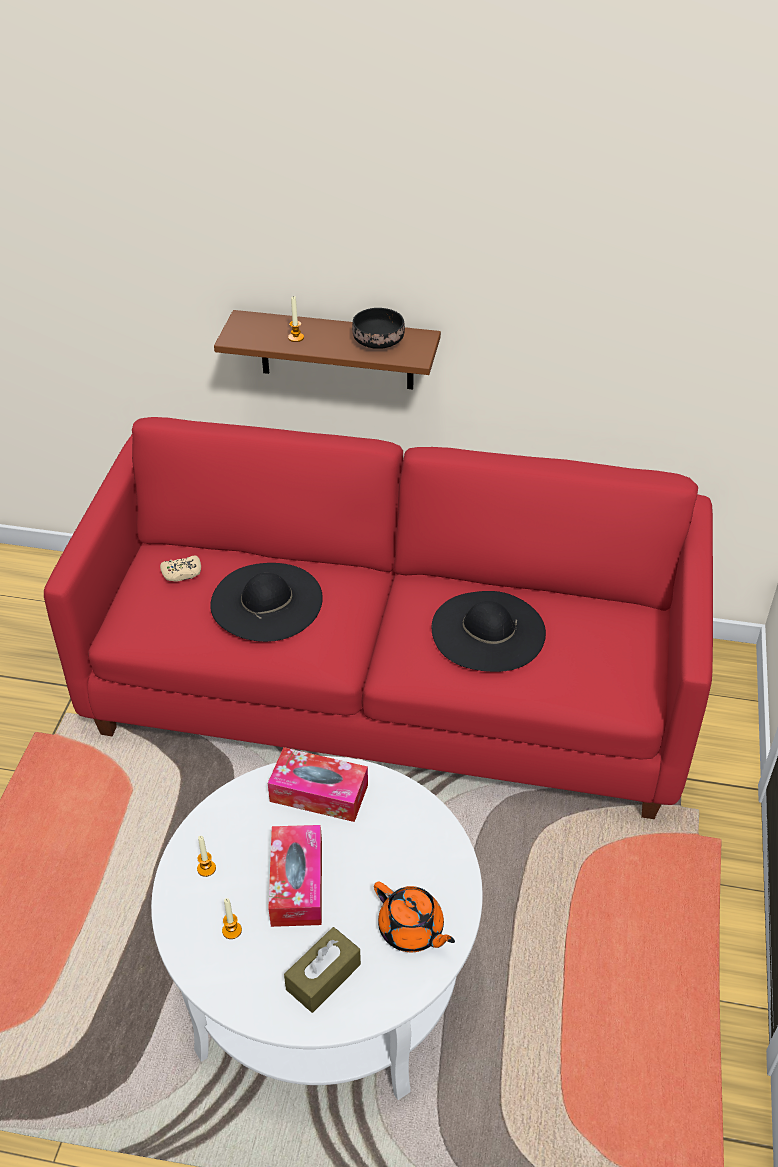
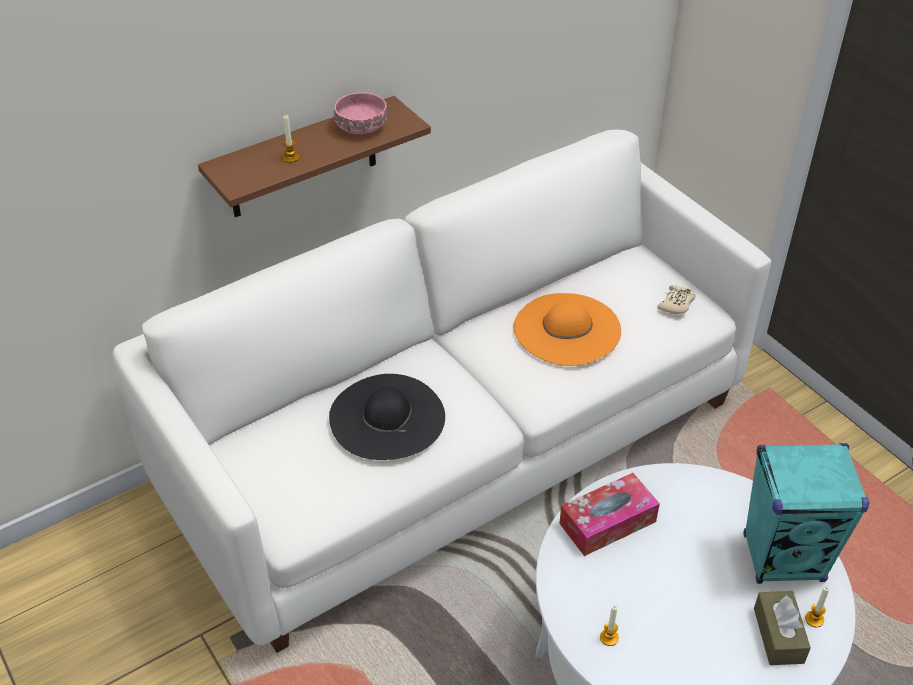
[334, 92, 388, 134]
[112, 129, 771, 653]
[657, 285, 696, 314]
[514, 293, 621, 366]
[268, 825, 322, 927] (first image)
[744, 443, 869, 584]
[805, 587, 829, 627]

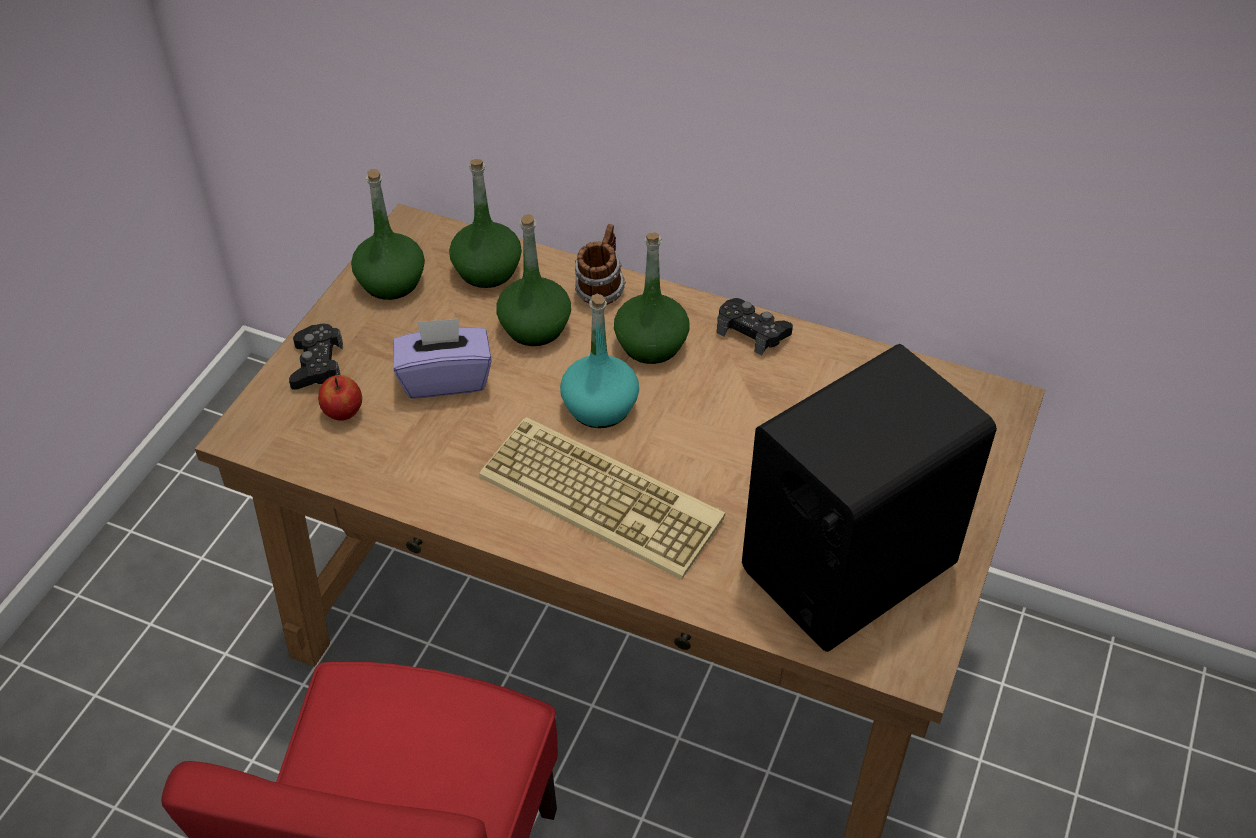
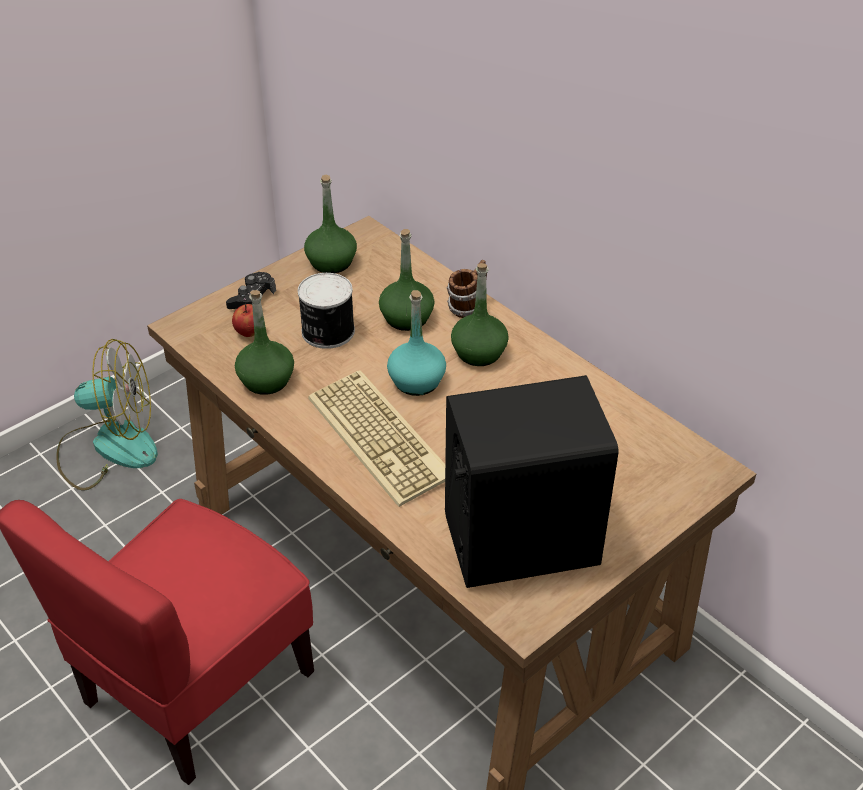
[235, 290, 294, 395]
[717, 298, 793, 356] (first image)
[298, 273, 355, 349]
[56, 339, 158, 490]

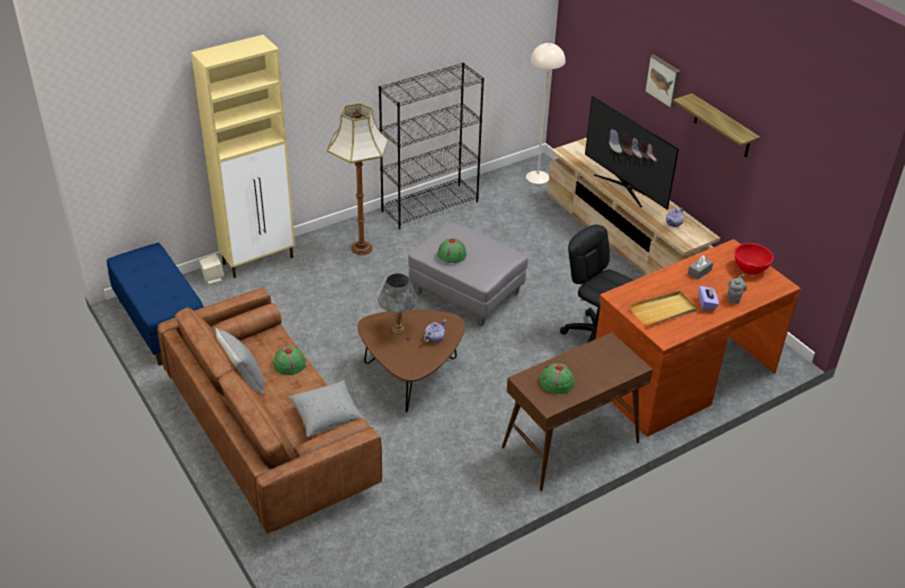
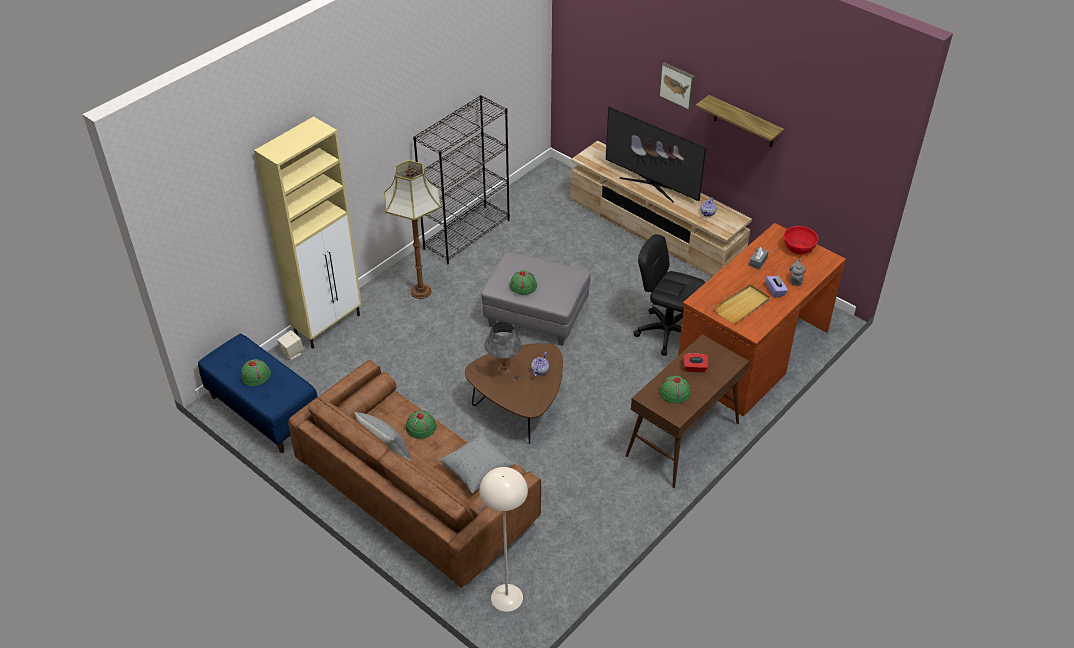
[479, 467, 528, 612]
[684, 353, 708, 372]
[241, 359, 271, 386]

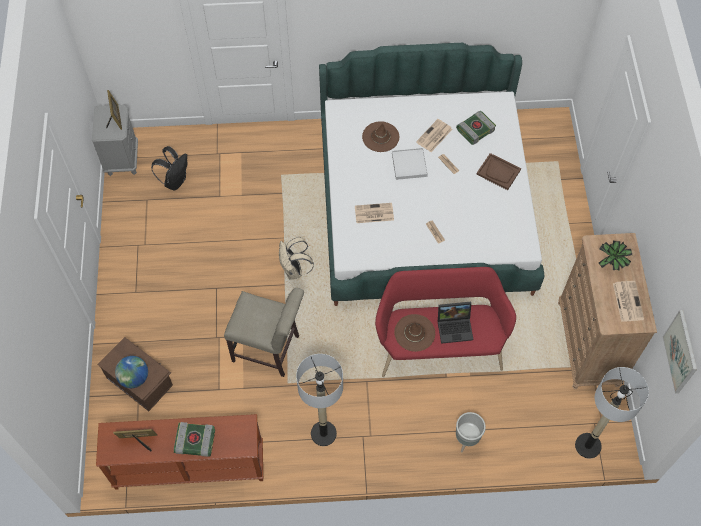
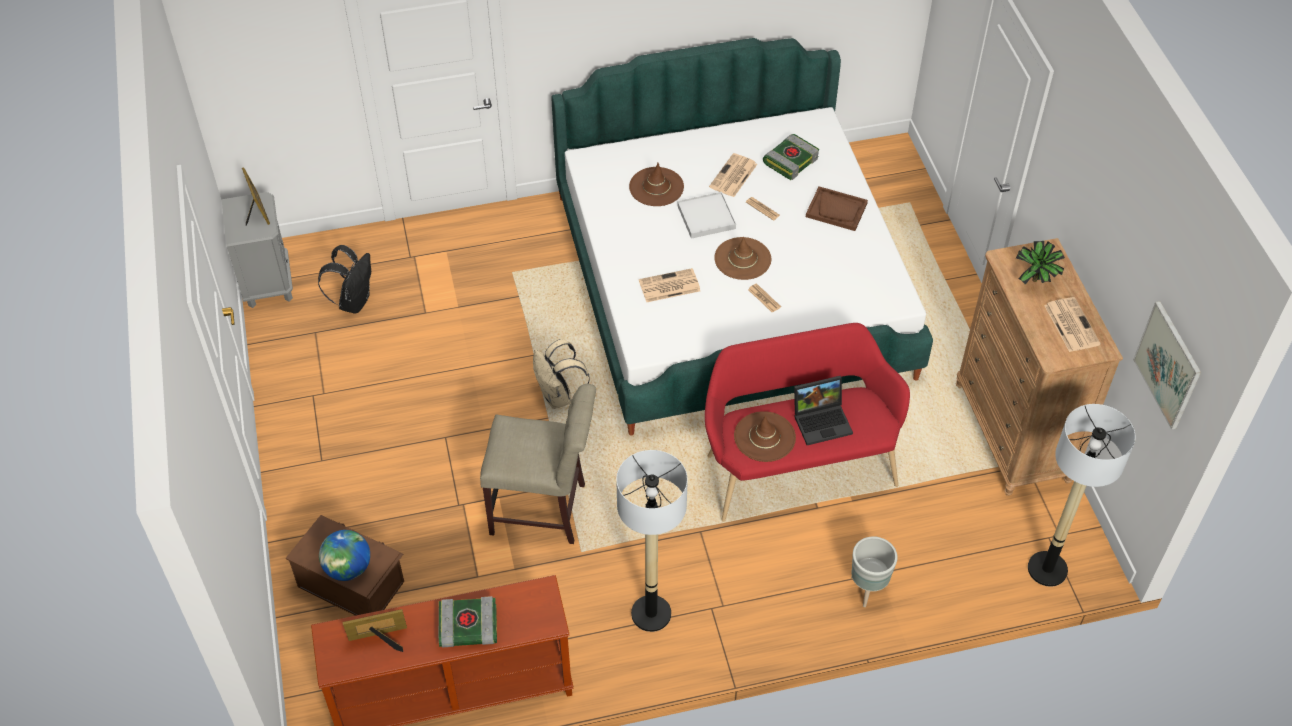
[714, 237, 771, 280]

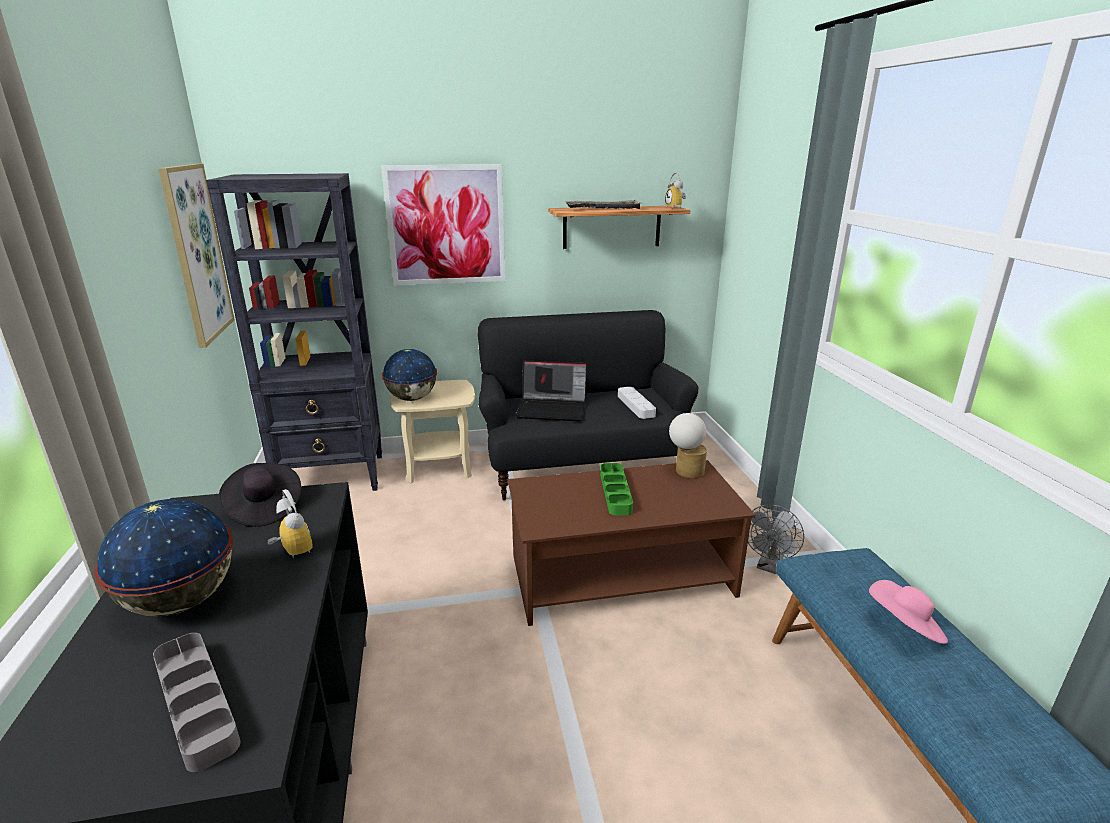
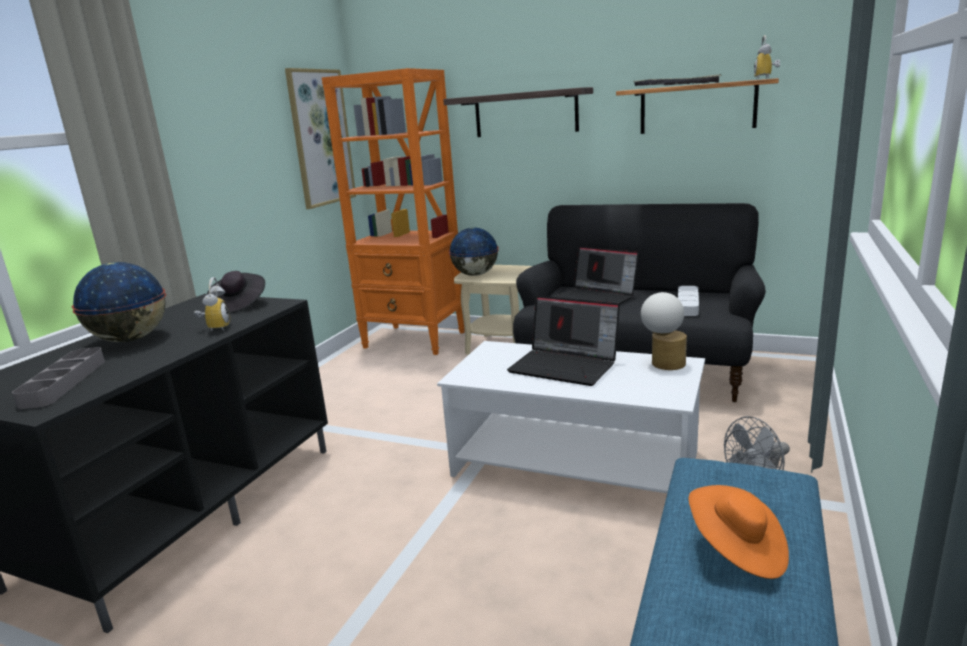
[443, 87, 593, 137]
[322, 68, 465, 355]
[437, 341, 705, 493]
[507, 296, 620, 386]
[689, 485, 789, 579]

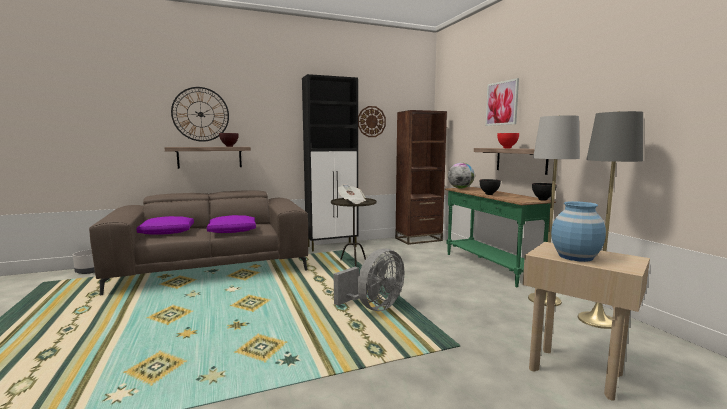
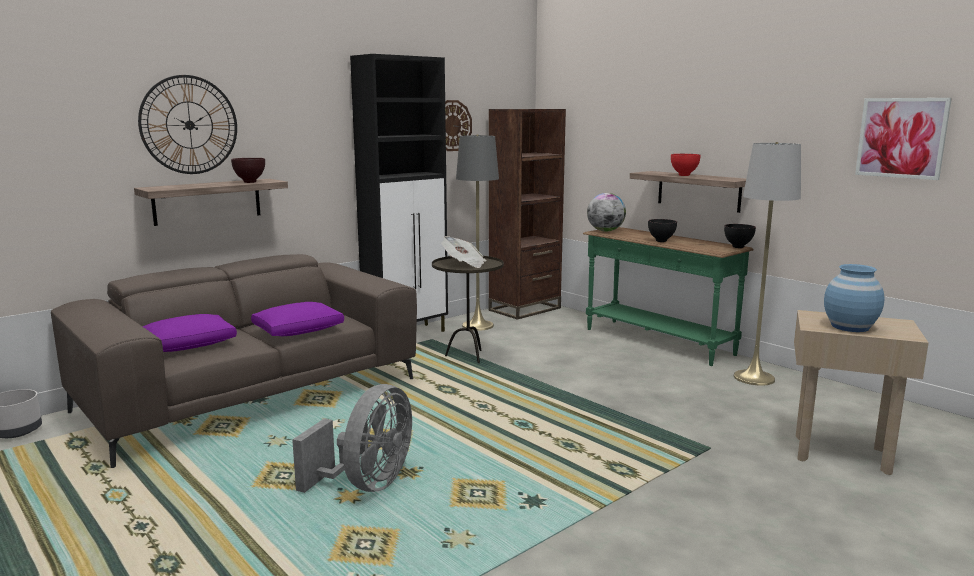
[855, 98, 952, 180]
[456, 134, 499, 331]
[292, 384, 412, 493]

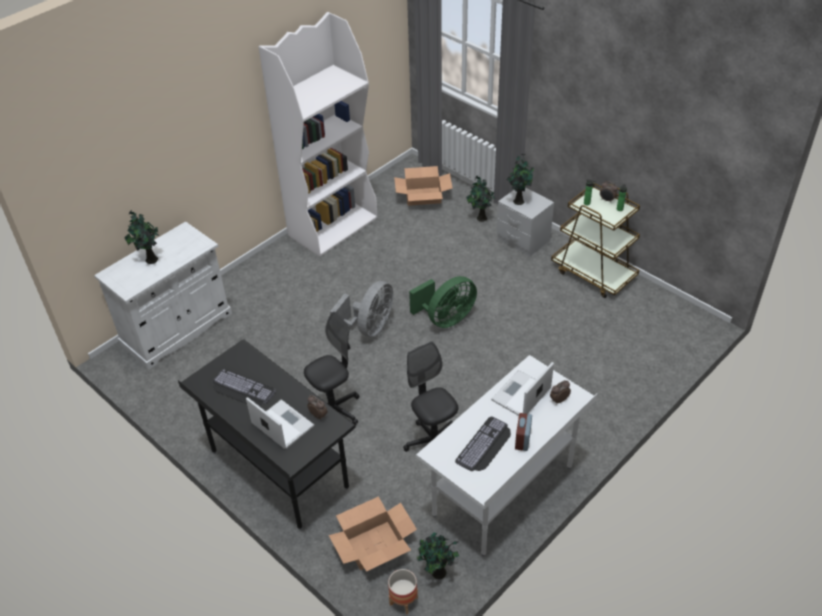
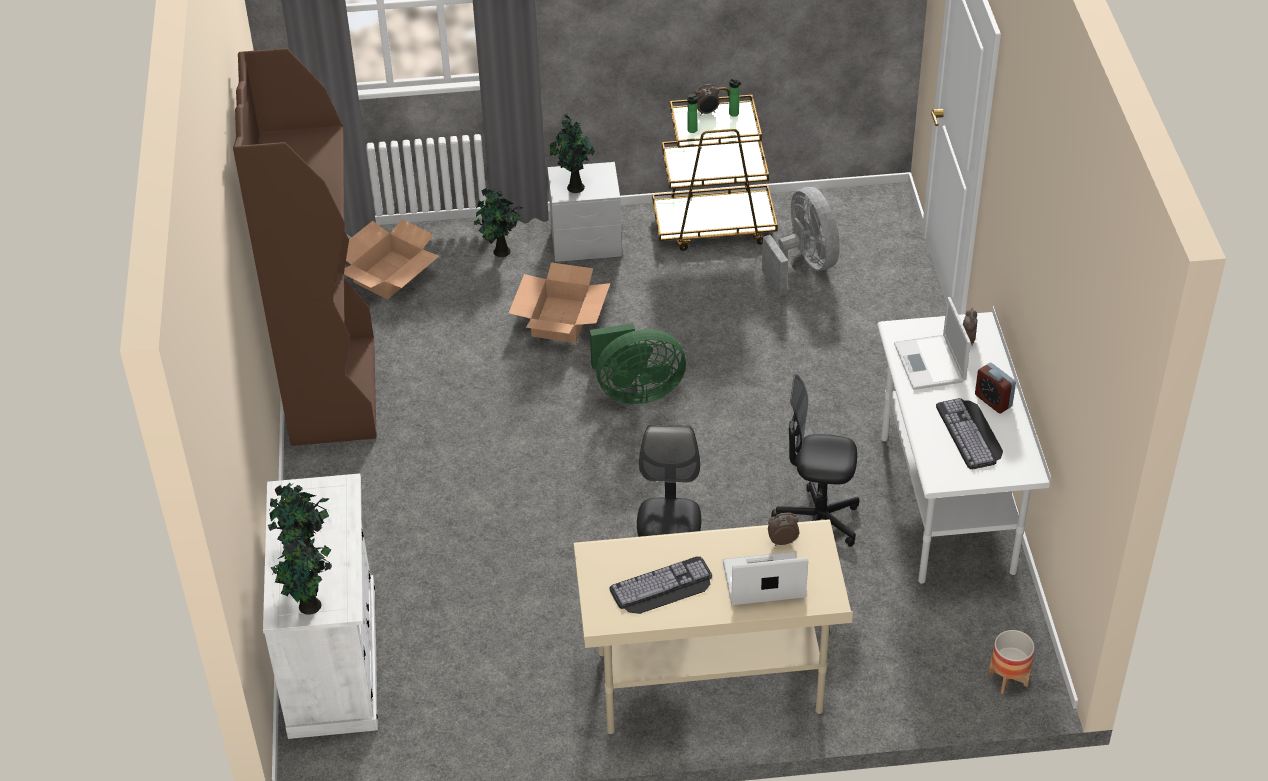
[233, 48, 376, 446]
[590, 323, 686, 404]
[762, 187, 839, 296]
[574, 519, 853, 736]
[508, 263, 611, 343]
[270, 536, 332, 615]

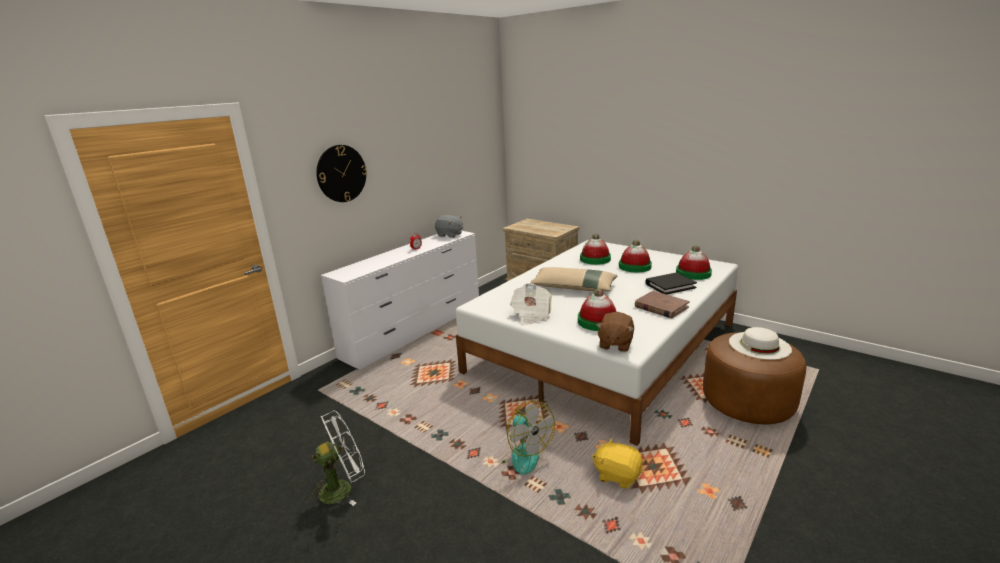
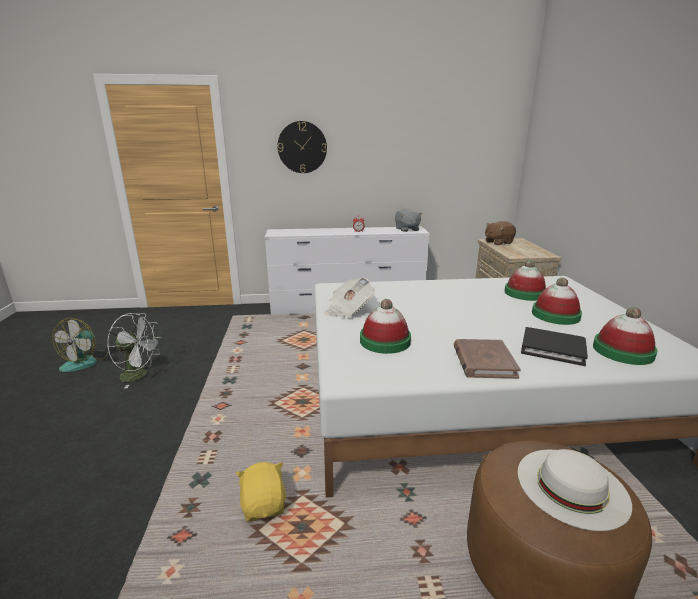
[530, 267, 617, 291] (first image)
[485, 221, 516, 245]
[52, 318, 108, 372]

